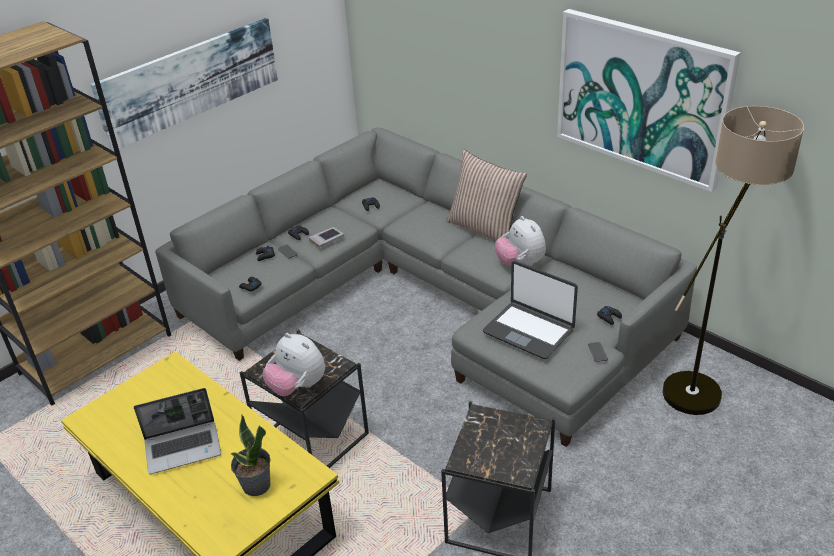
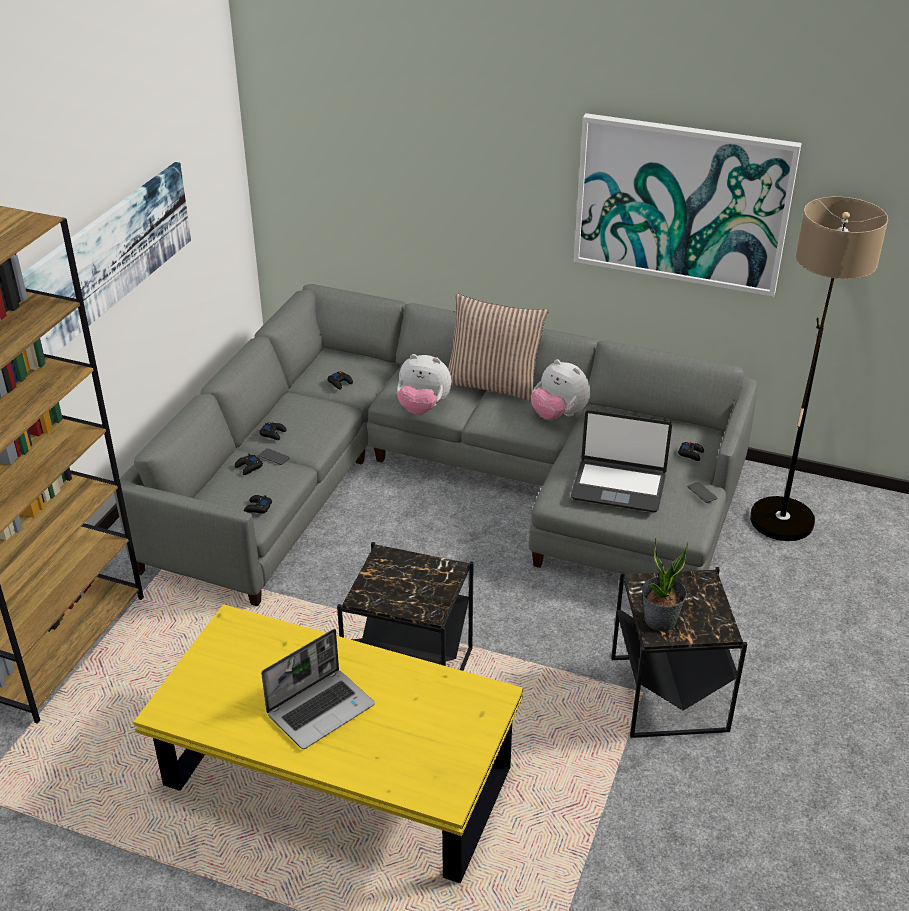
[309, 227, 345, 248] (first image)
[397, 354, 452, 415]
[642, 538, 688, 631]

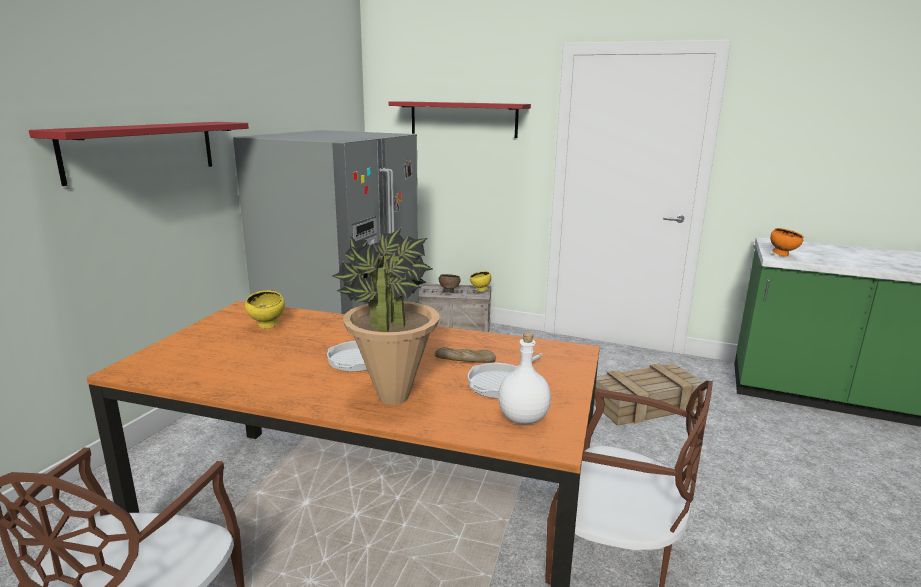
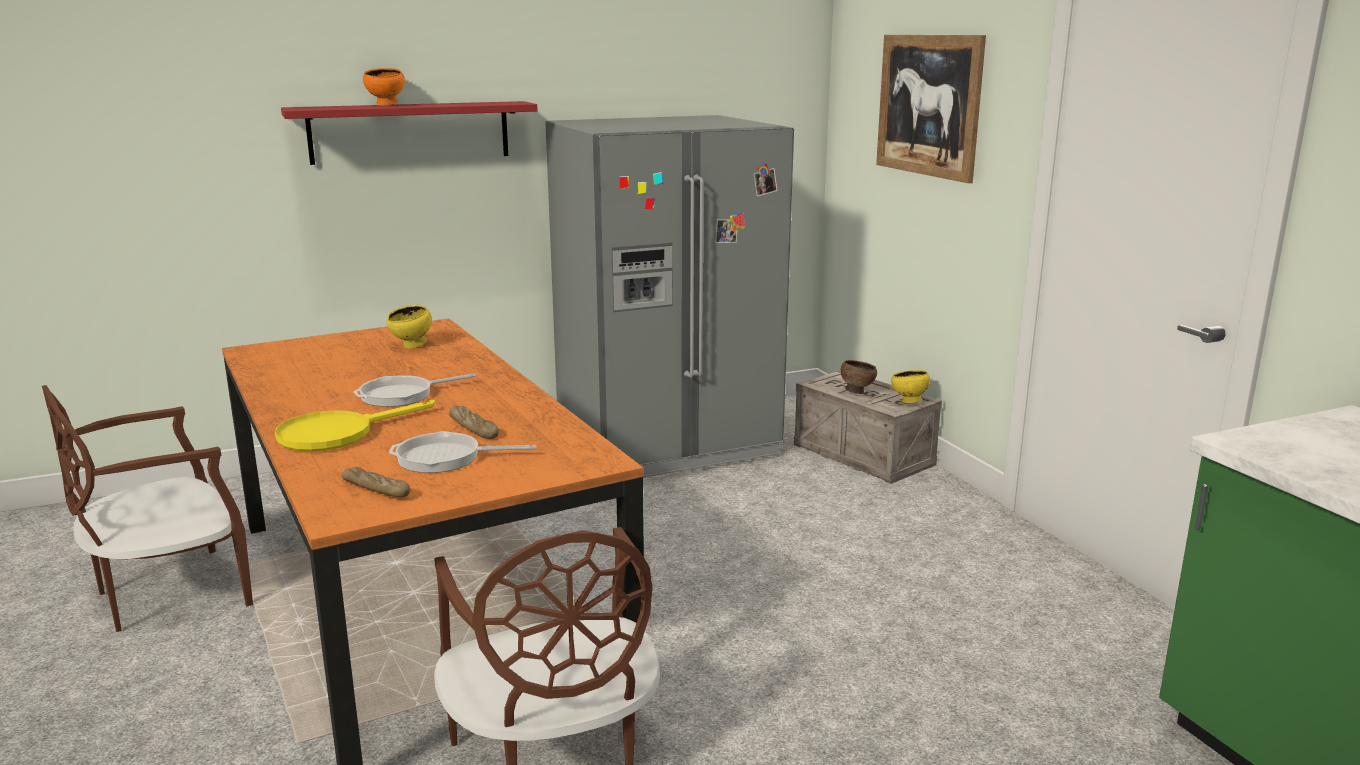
[876, 35, 986, 183]
[275, 400, 435, 451]
[363, 68, 405, 106]
[342, 467, 410, 497]
[594, 363, 705, 426] (first image)

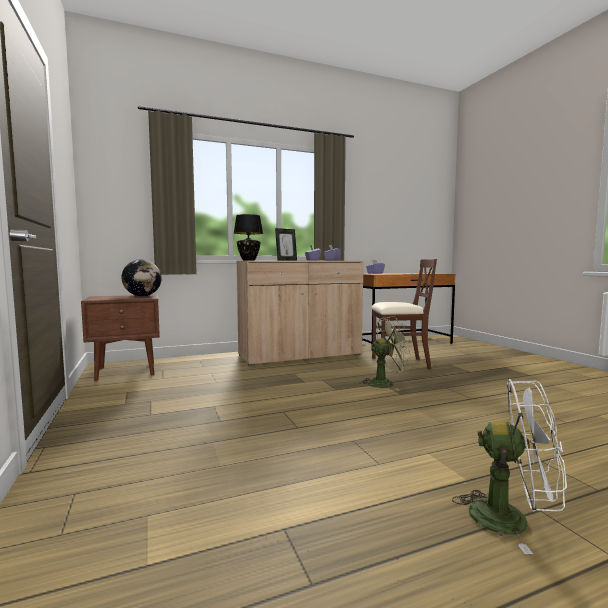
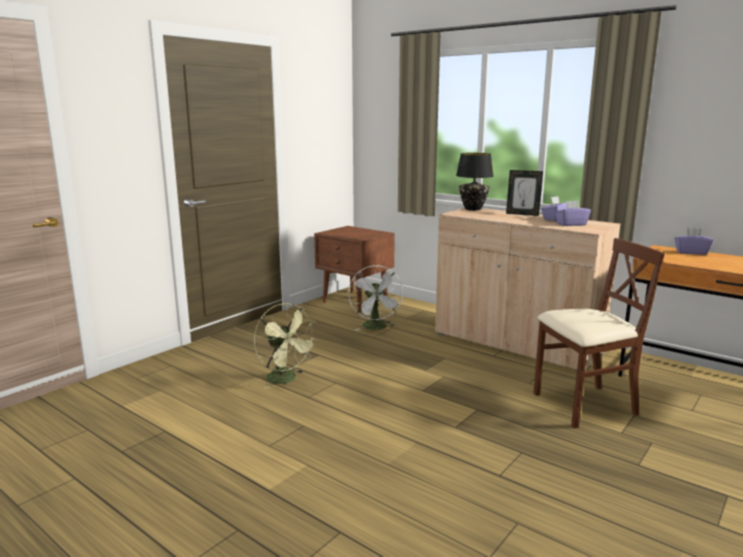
[122, 259, 162, 296] (first image)
[533, 238, 665, 429]
[254, 303, 318, 389]
[348, 265, 403, 330]

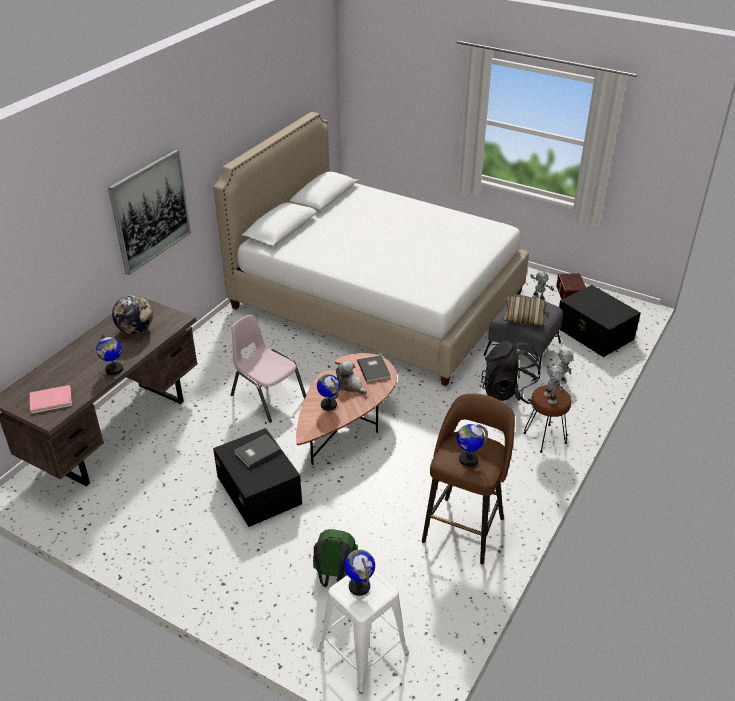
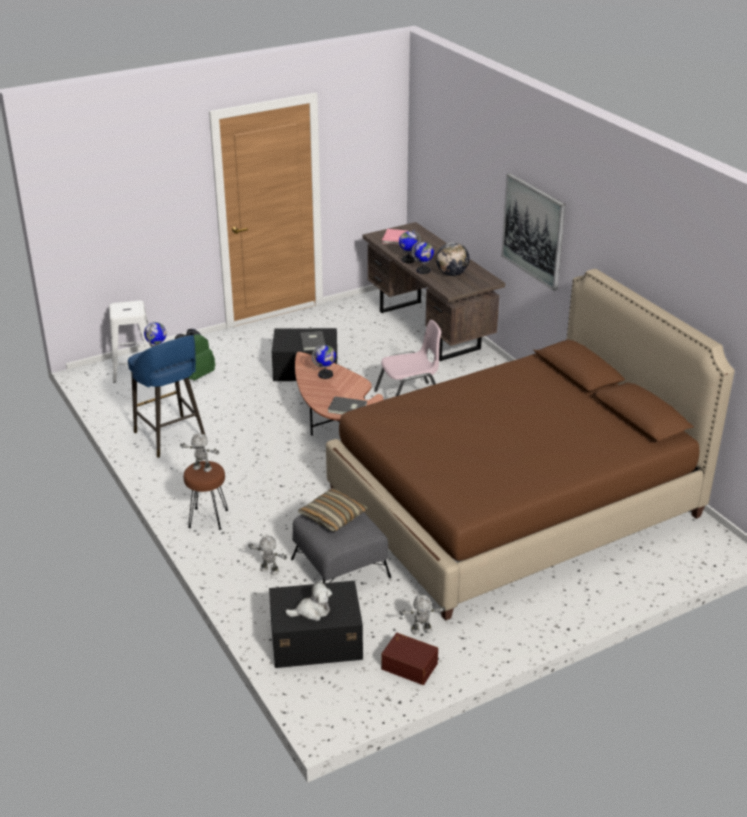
[326, 269, 735, 621]
[481, 341, 540, 404] (first image)
[285, 582, 332, 621]
[128, 335, 206, 458]
[411, 241, 434, 274]

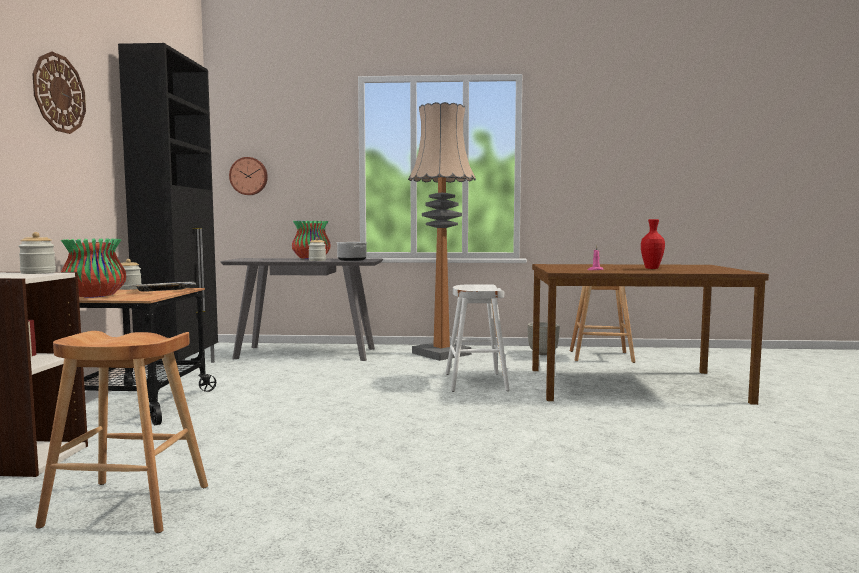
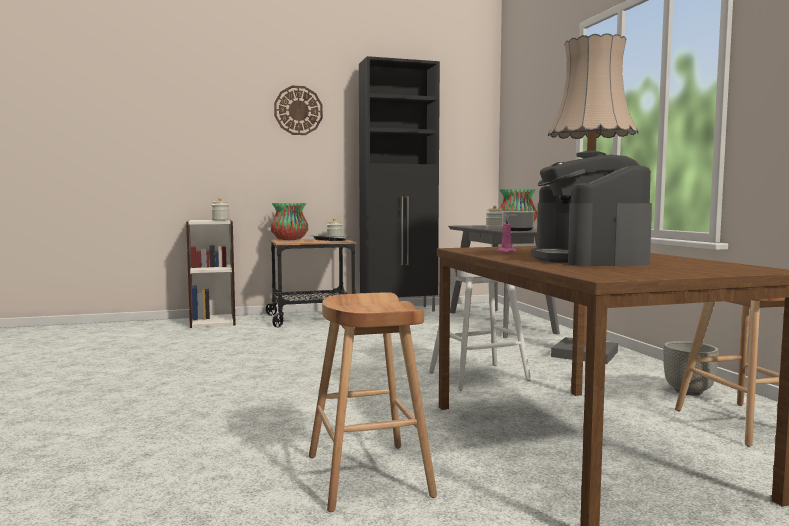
[229, 157, 268, 195] (first image)
[531, 155, 652, 266]
[309, 293, 437, 512]

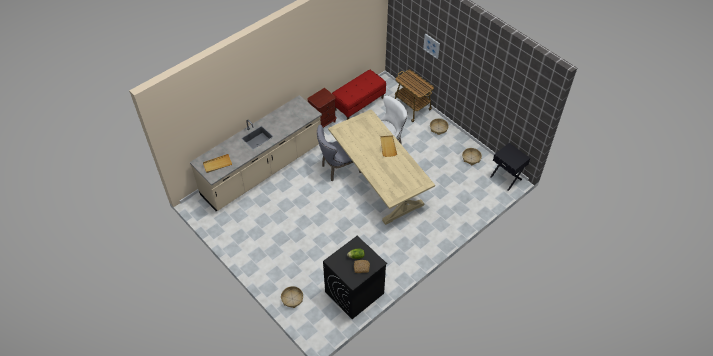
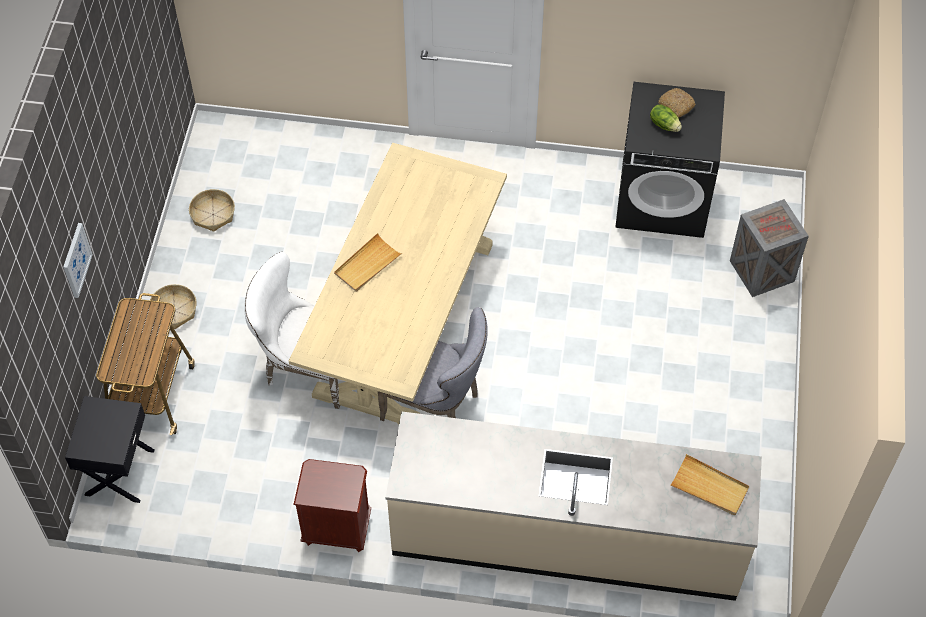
[332, 70, 386, 120] (first image)
[65, 396, 155, 503]
[730, 199, 809, 297]

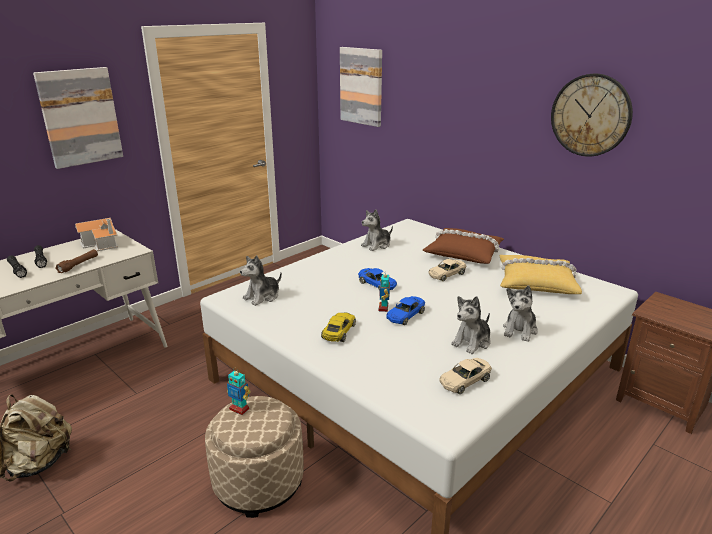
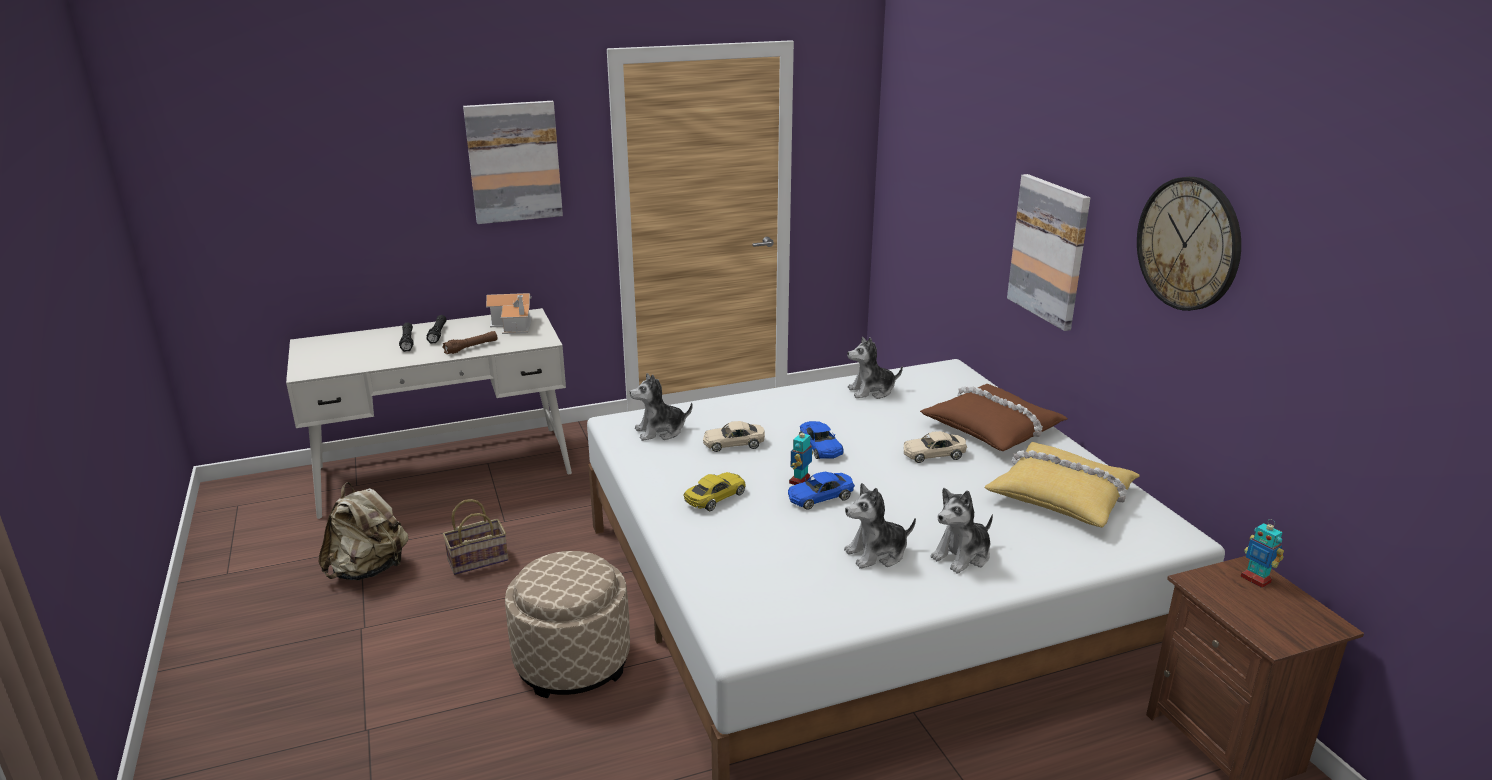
[1007, 174, 1090, 331]
[703, 421, 765, 452]
[1241, 519, 1284, 588]
[443, 499, 508, 575]

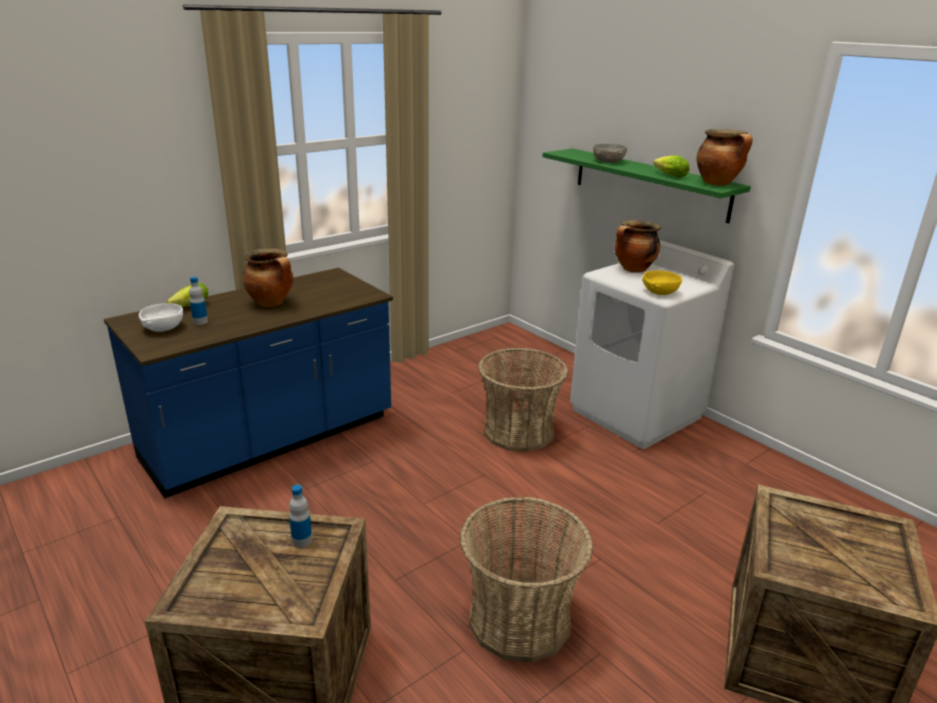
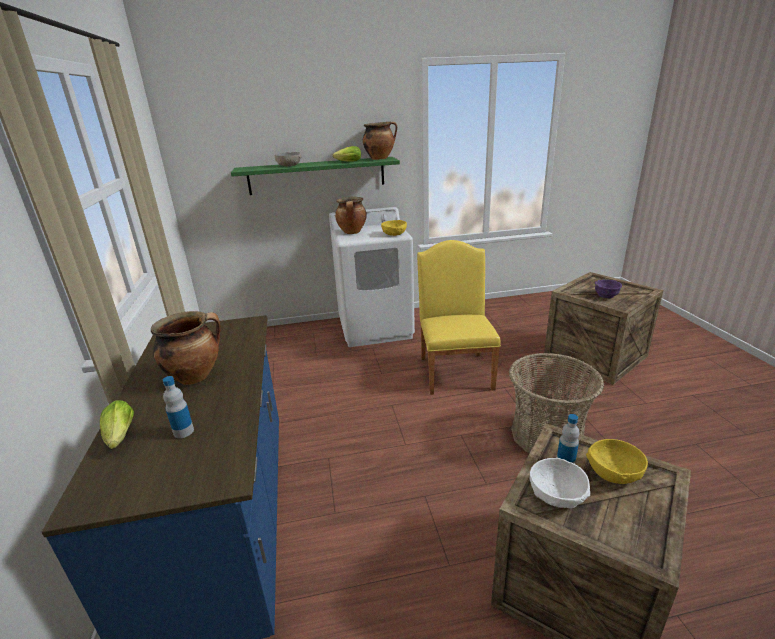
[530, 458, 590, 509]
[478, 348, 568, 452] (first image)
[417, 240, 501, 395]
[595, 279, 622, 298]
[586, 439, 648, 484]

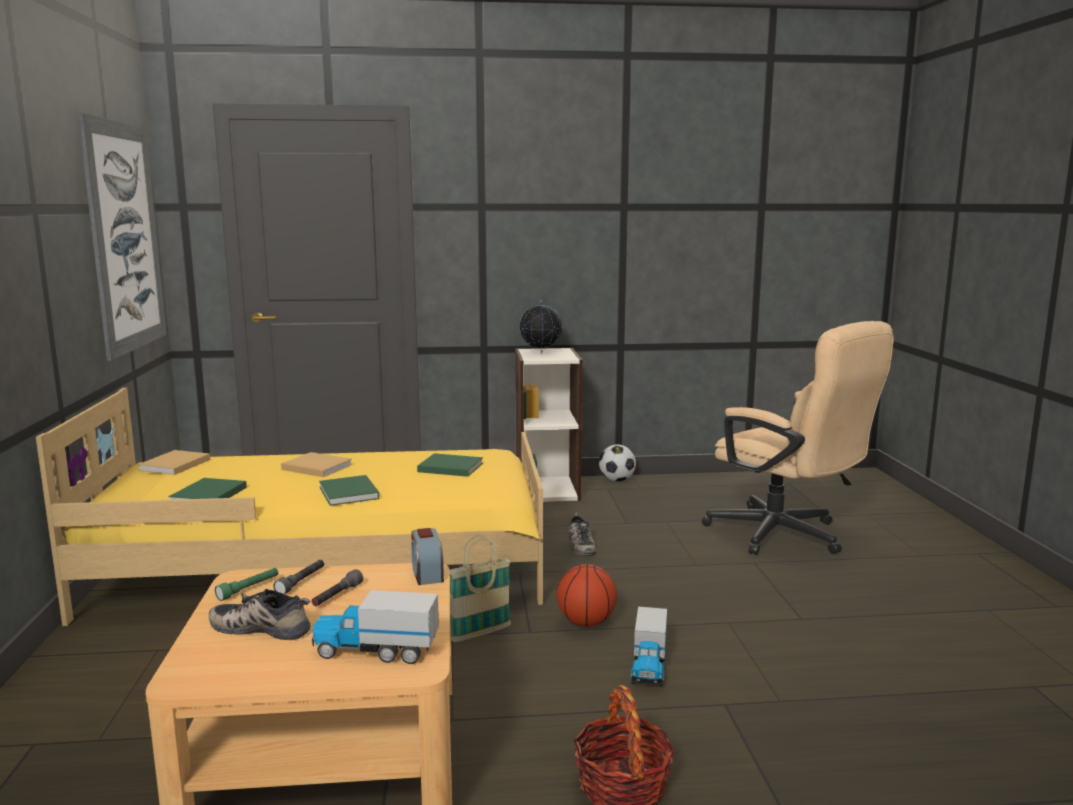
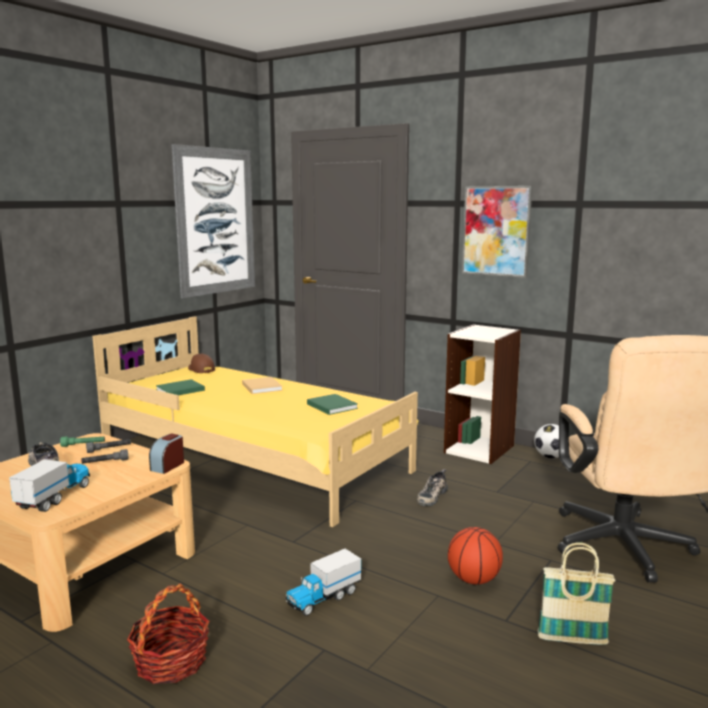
[519, 300, 562, 354] (first image)
[188, 354, 215, 373]
[319, 475, 379, 506] (first image)
[537, 543, 616, 645]
[448, 527, 503, 584]
[9, 459, 90, 512]
[462, 186, 532, 278]

